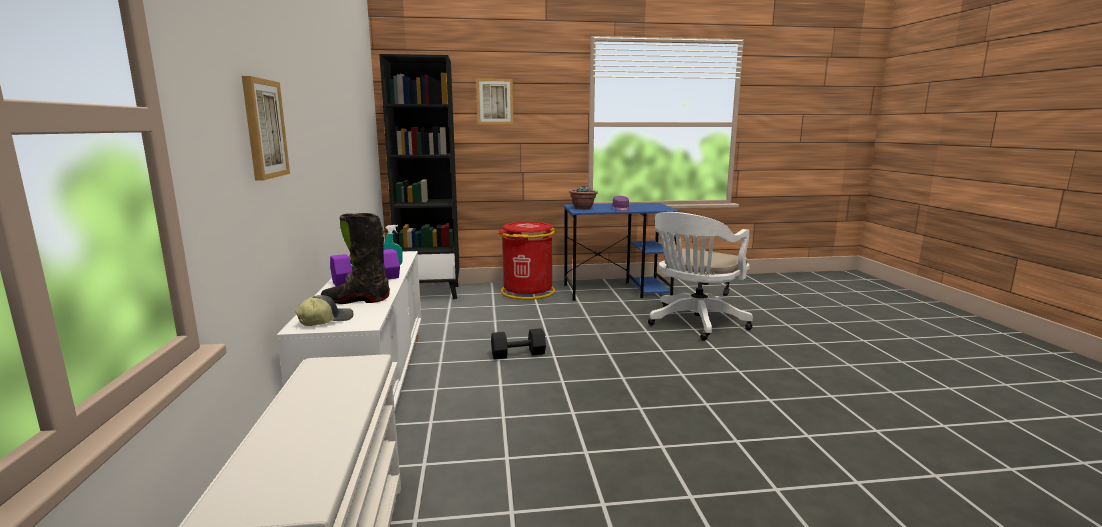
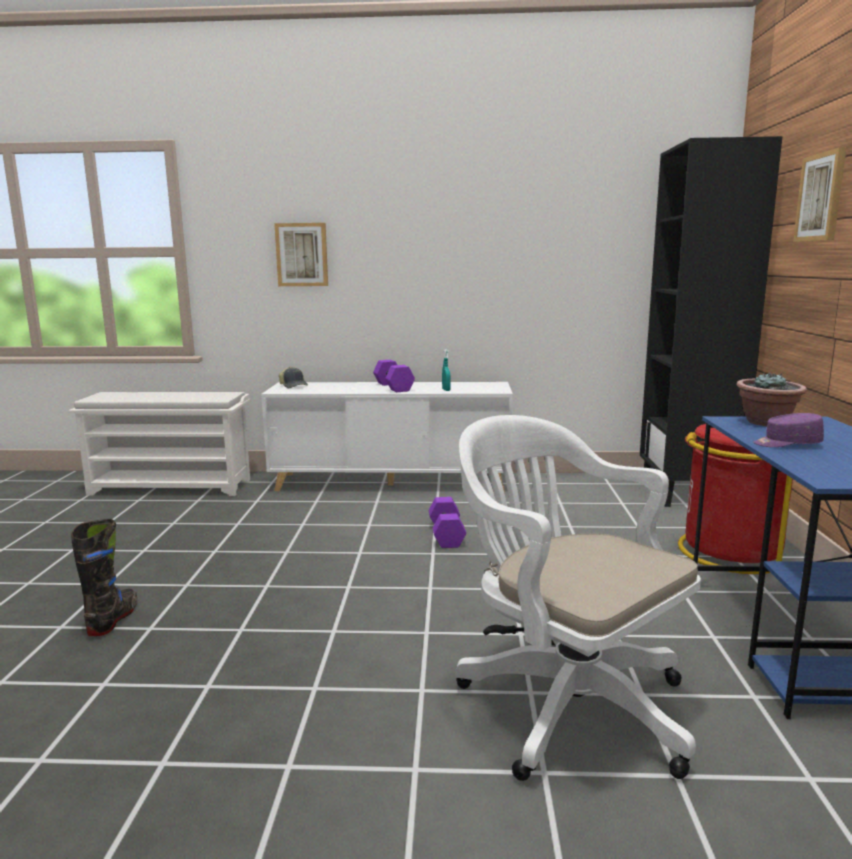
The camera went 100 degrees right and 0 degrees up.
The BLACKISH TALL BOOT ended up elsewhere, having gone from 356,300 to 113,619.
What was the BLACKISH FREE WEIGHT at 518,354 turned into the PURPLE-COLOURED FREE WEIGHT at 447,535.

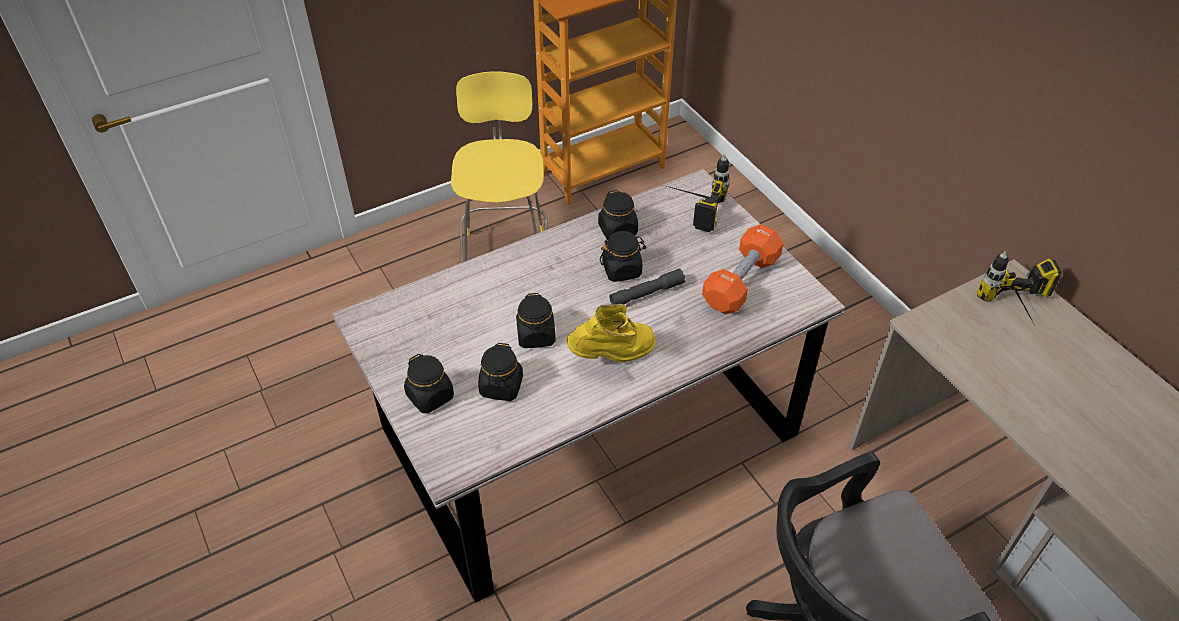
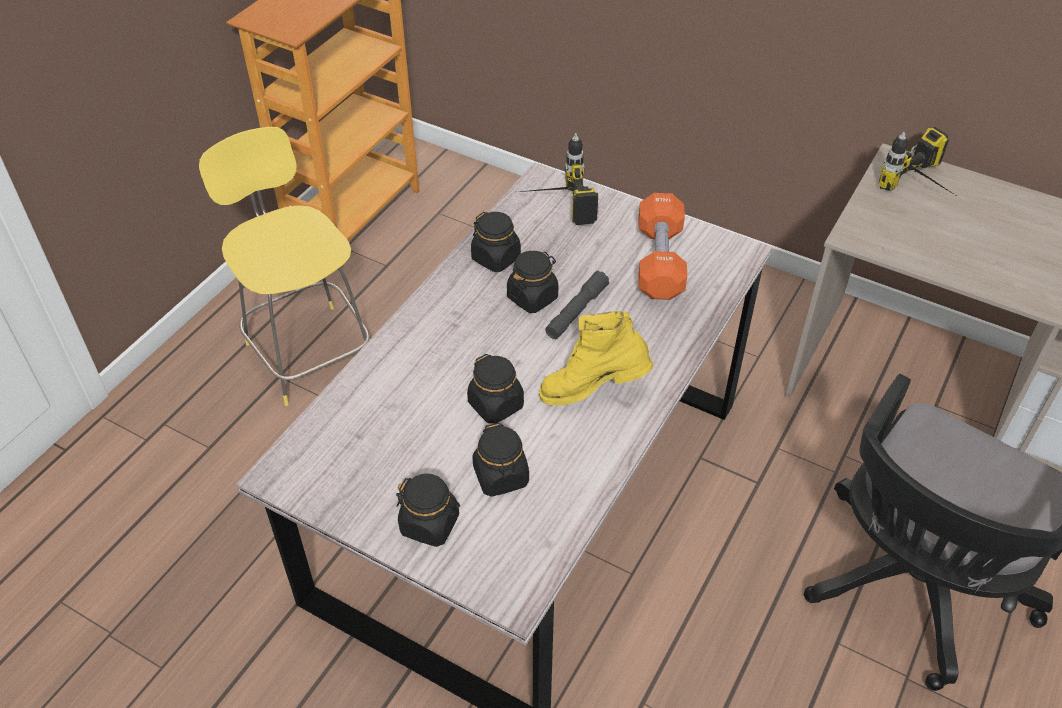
The camera went 30 degrees left and 0 degrees up.
The YELLOW TALL BOOT at 613,356 ended up facing another way, 135 degrees counterclockwise from before.

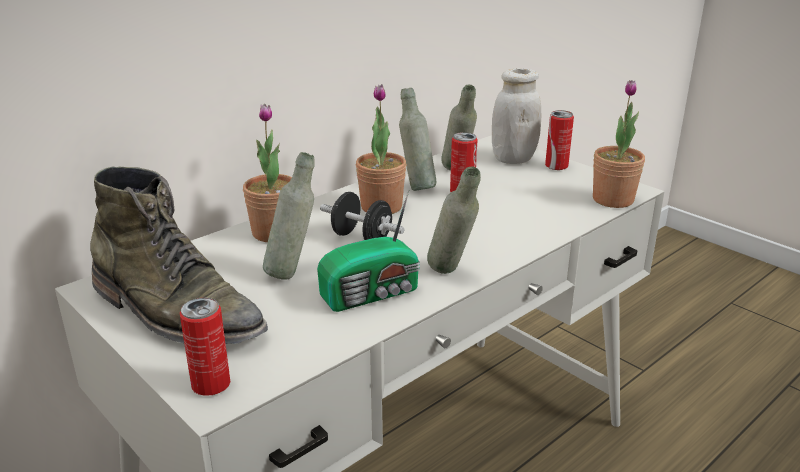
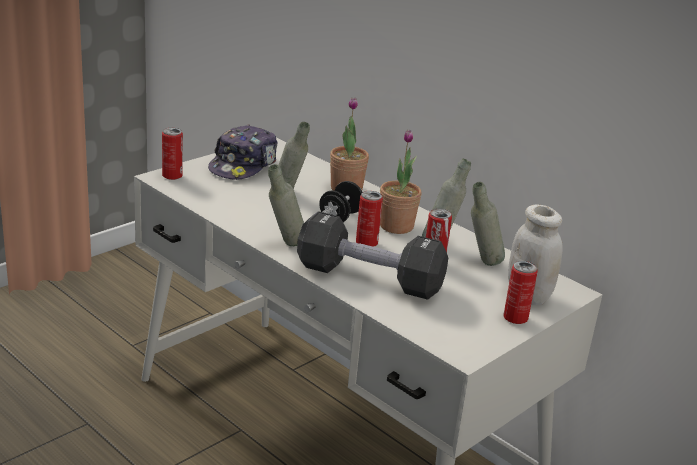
The camera went 85 degrees right and 0 degrees up.
The second view lost the RADIO at 373,294.
The second view lost the HOUSEPLANT at 613,200.
The second view gained the BLACKISH FREE WEIGHT at 369,278.
The second view gained the CAN at 366,243.
Where the GREEN-COLOURED TALL BOOT stood at 176,312, the CAP came to stand at 244,165.

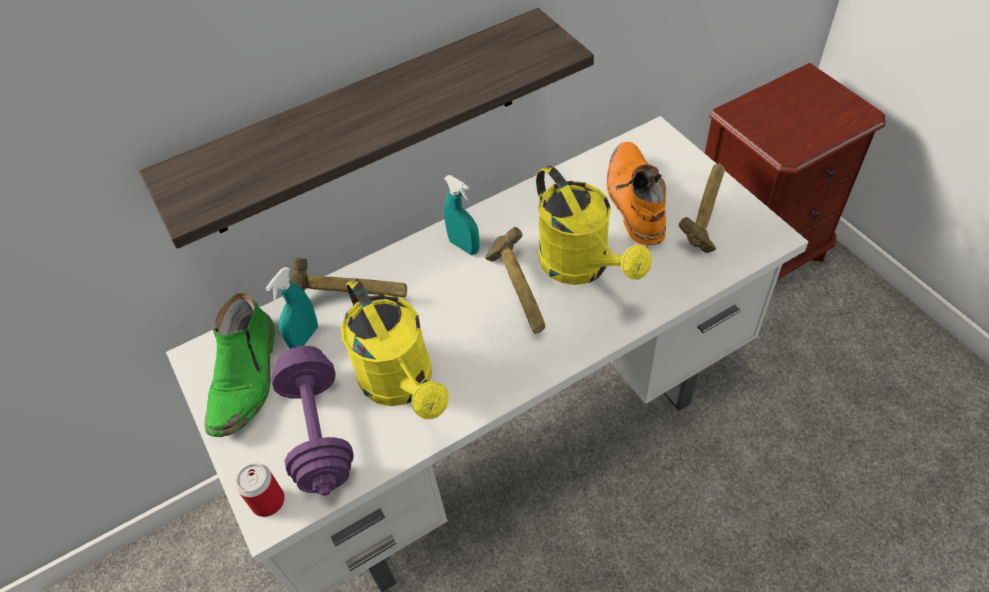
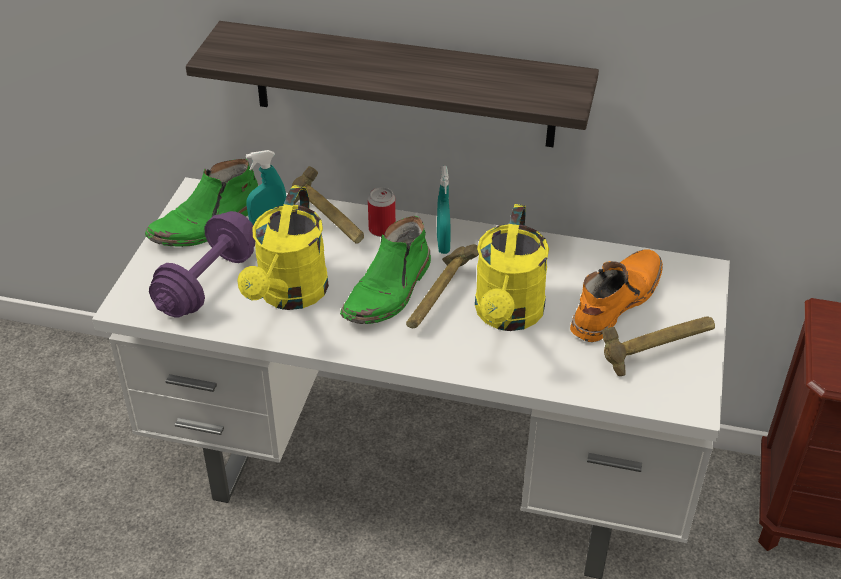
The camera went 40 degrees right and 10 degrees down.
The second view gained the GREEN-COLOURED TALL BOOT at 389,291.
The CAN ended up elsewhere, having gone from 268,501 to 382,229.

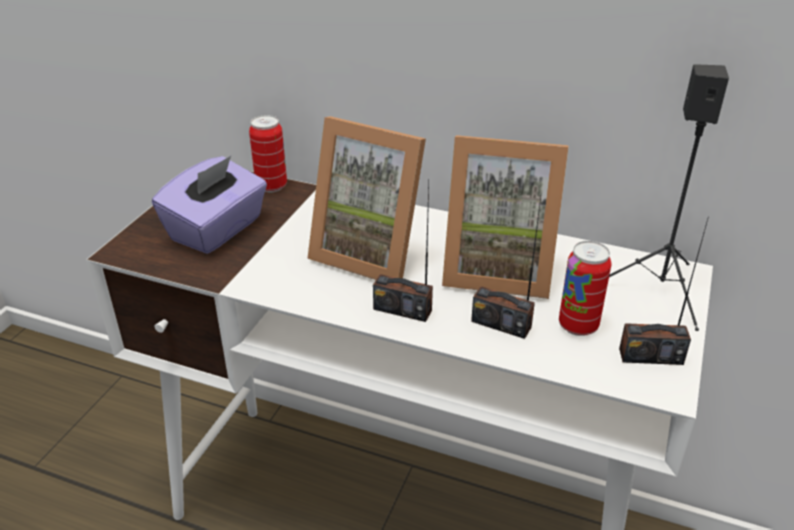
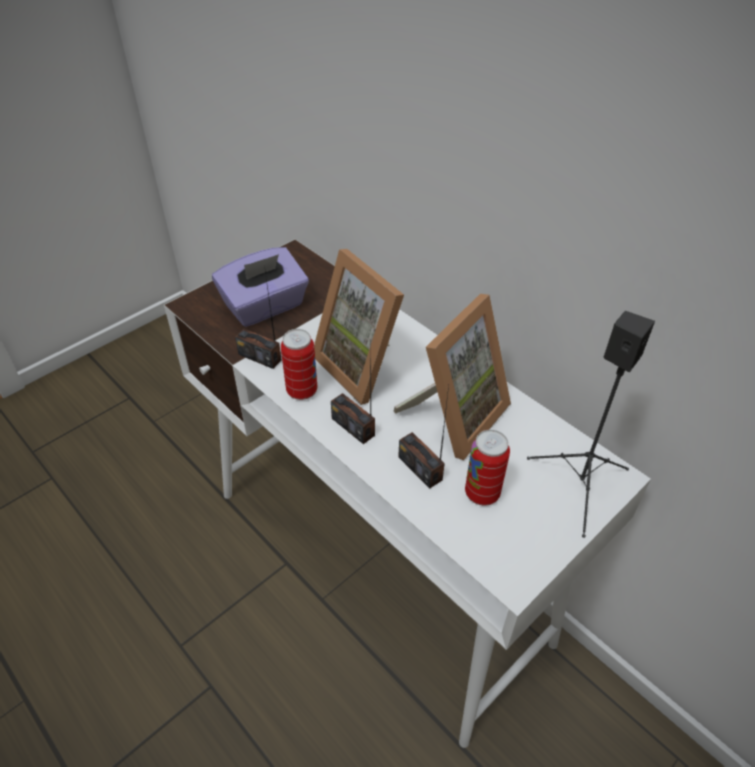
The camera went 25 degrees right and 10 degrees up.
The CAN ended up elsewhere, having gone from 271,186 to 302,391.
The RADIO ended up elsewhere, having gone from 650,356 to 260,357.
The PHOTO FRAME at 498,269 ended up facing another way, 90 degrees counterclockwise from before.

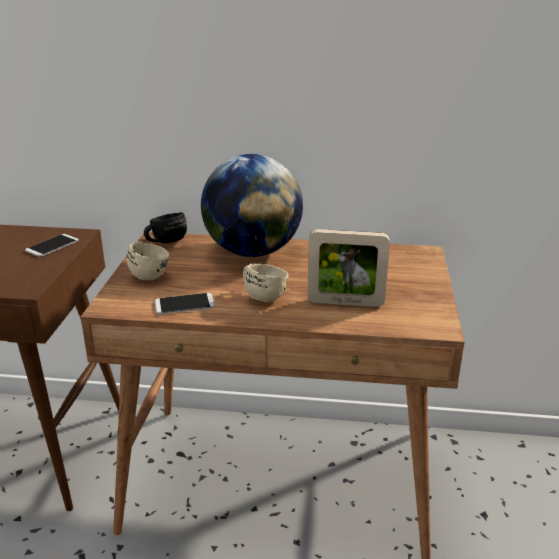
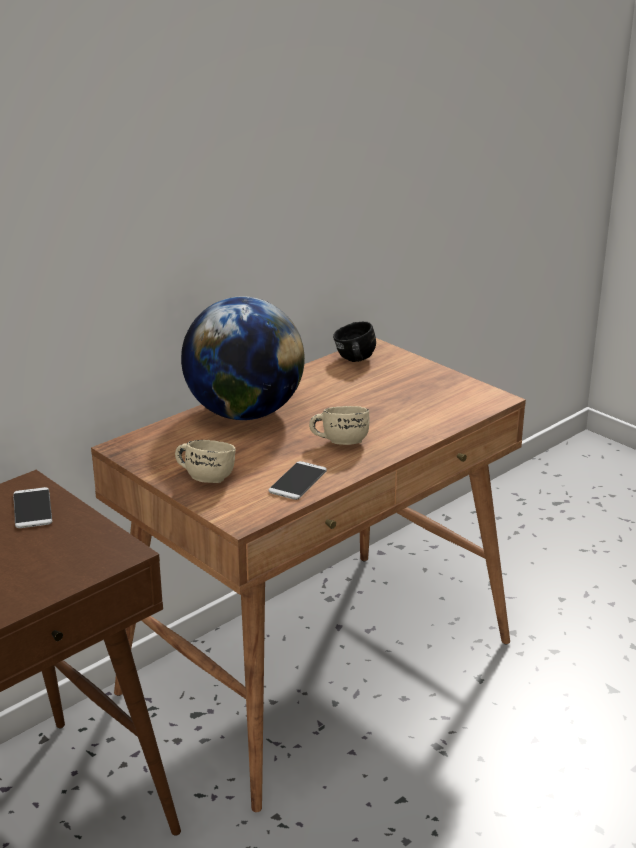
The camera went 50 degrees left and 0 degrees up.
The second view lost the PHOTO FRAME at 345,302.
The BLACKISH TEA MUG ended up elsewhere, having gone from 165,242 to 353,361.

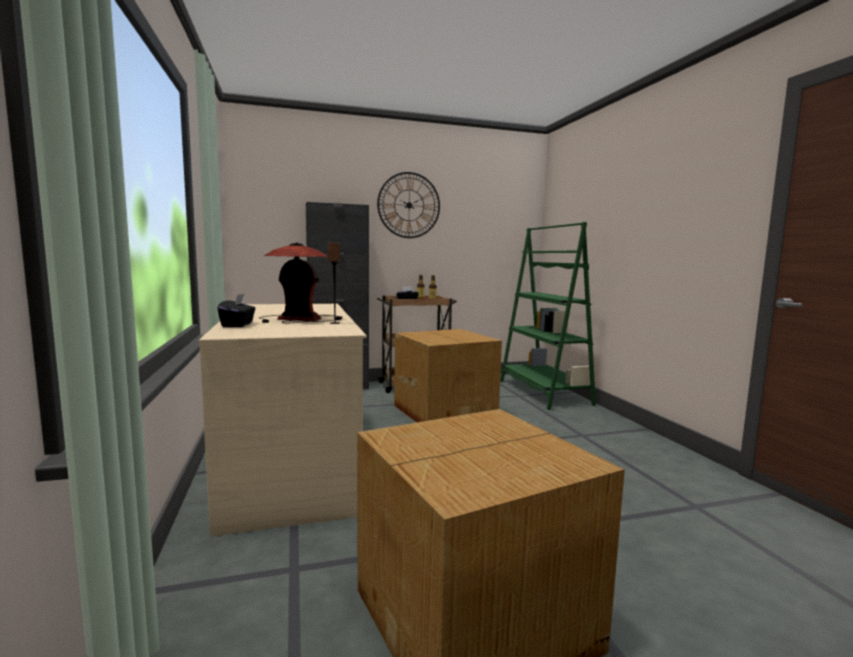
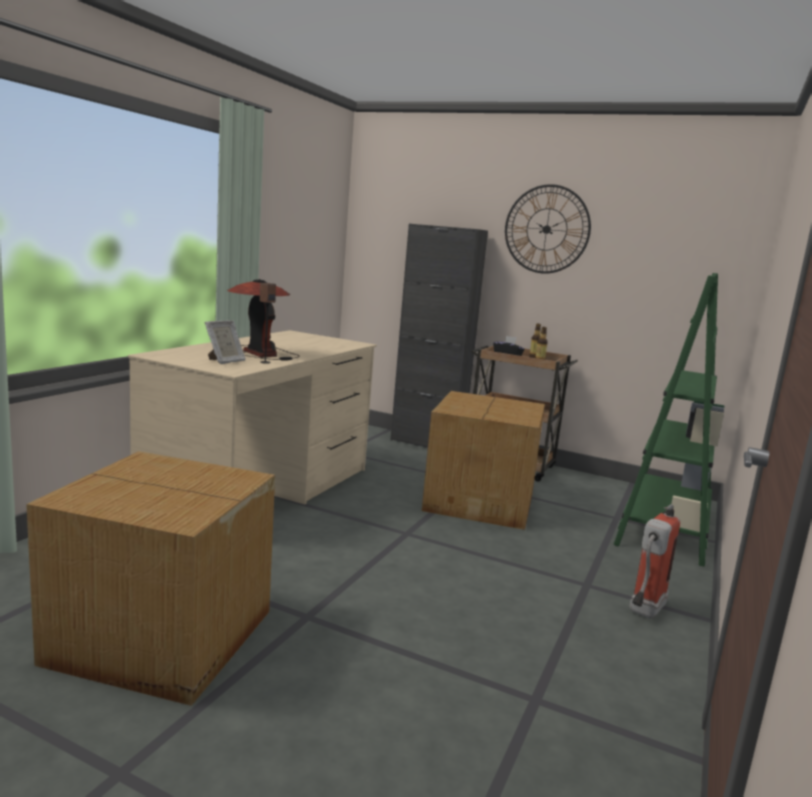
The camera went 40 degrees right and 5 degrees up.
The second view lost the BLACKISH BOX OF TISSUES at 238,325.
The second view gained the PHOTO FRAME at 225,361.
The second view gained the EXTINGUISHER at 644,612.

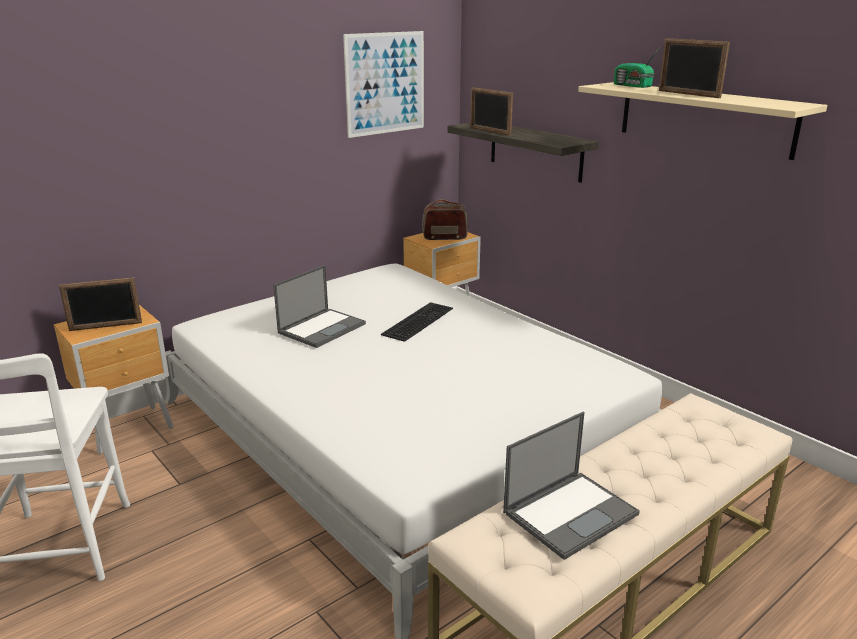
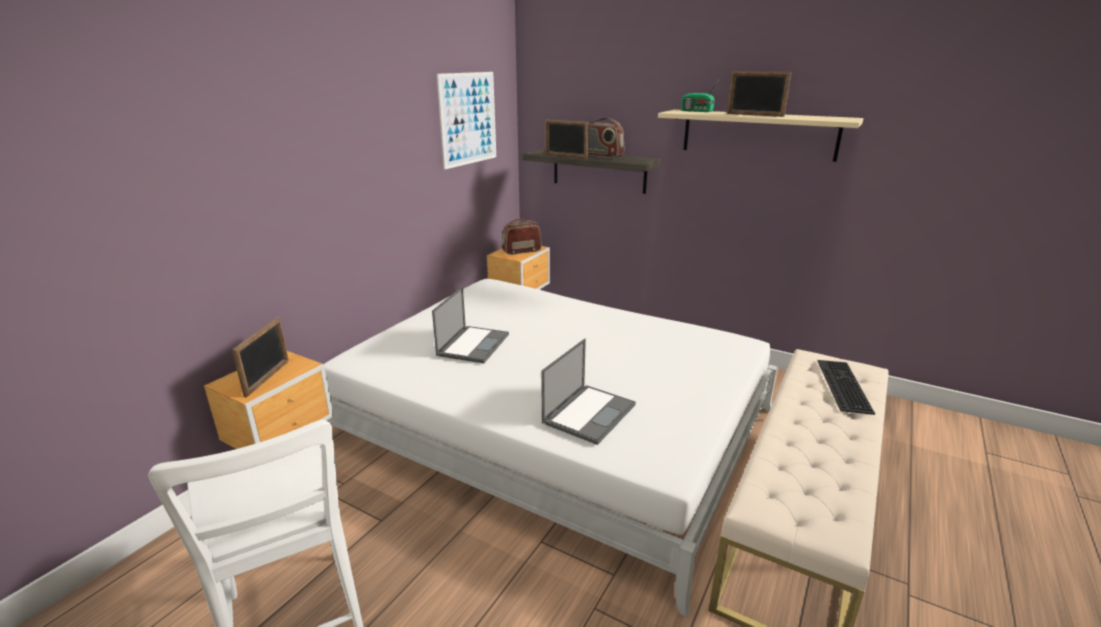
The camera went 20 degrees left and 0 degrees up.
The second view gained the RADIO at 602,155.
The KEYBOARD ended up elsewhere, having gone from 417,320 to 841,384.
The PORTABLE COMPUTER ended up elsewhere, having gone from 571,512 to 589,413.
The PHOTO FRAME at 106,326 ended up facing another way, 45 degrees counterclockwise from before.

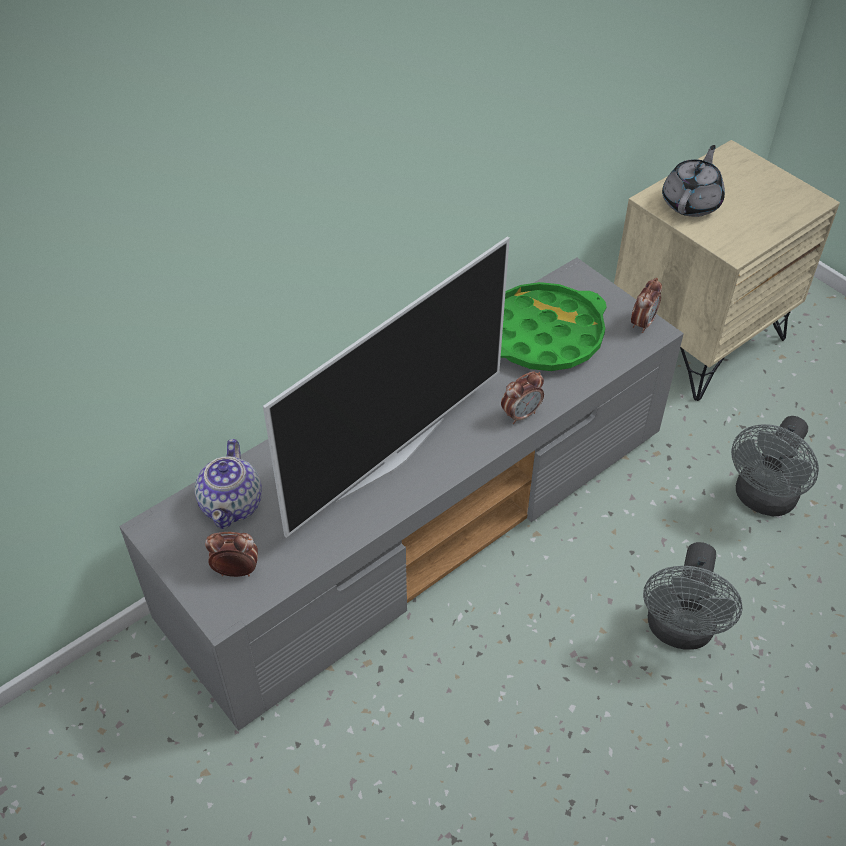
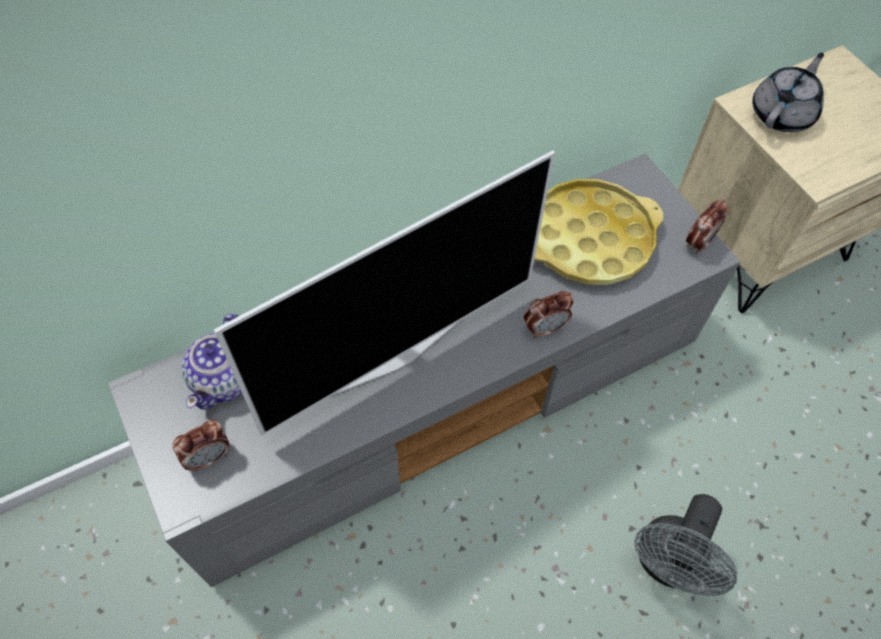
The camera went 10 degrees right and 10 degrees up.
The second view lost the GREYISH COOLING FAN at 762,500.
What was the GREEN-COLOURED TRAY at 543,335 turned into the YELLOW TRAY at 589,239.
The BEDSIDE CLOCK at 236,571 ended up facing another way, 135 degrees clockwise from before.

